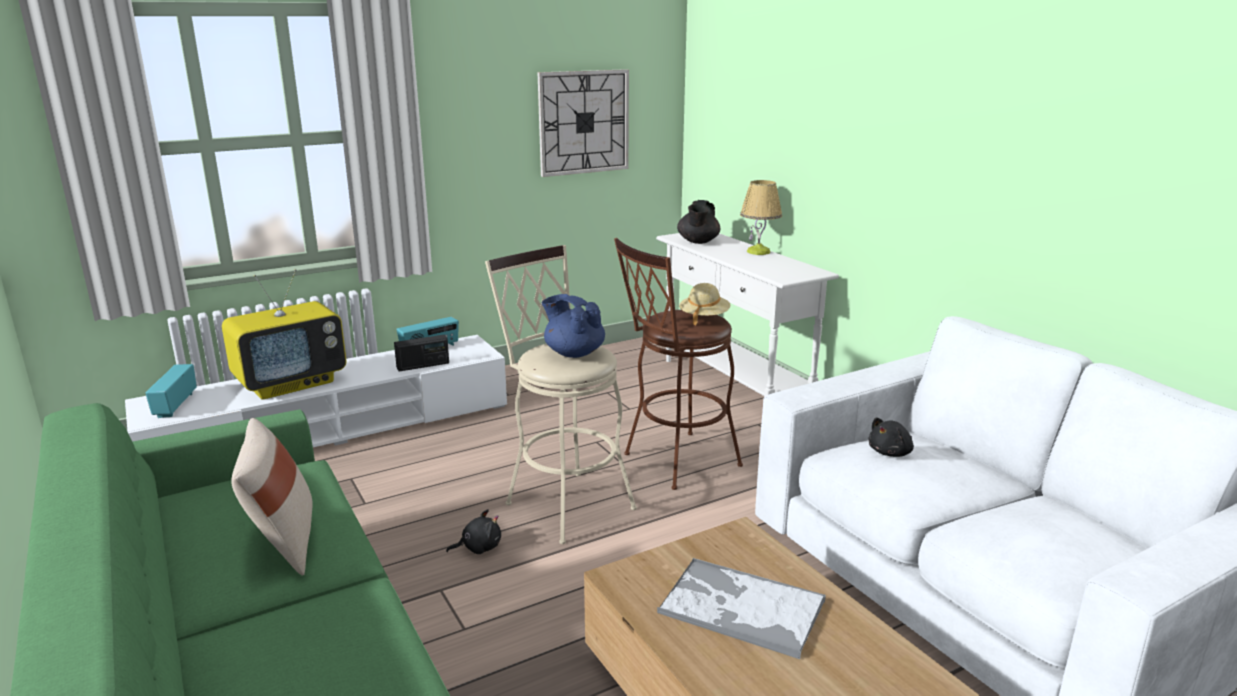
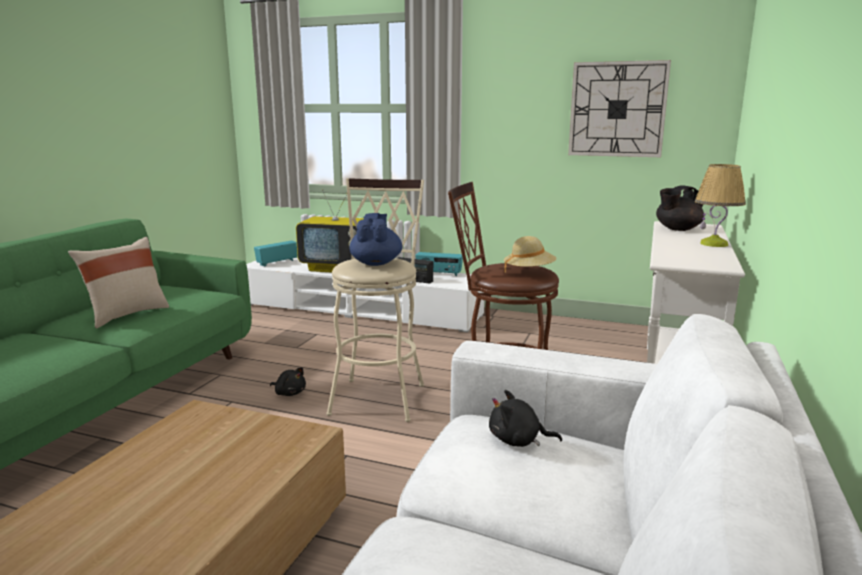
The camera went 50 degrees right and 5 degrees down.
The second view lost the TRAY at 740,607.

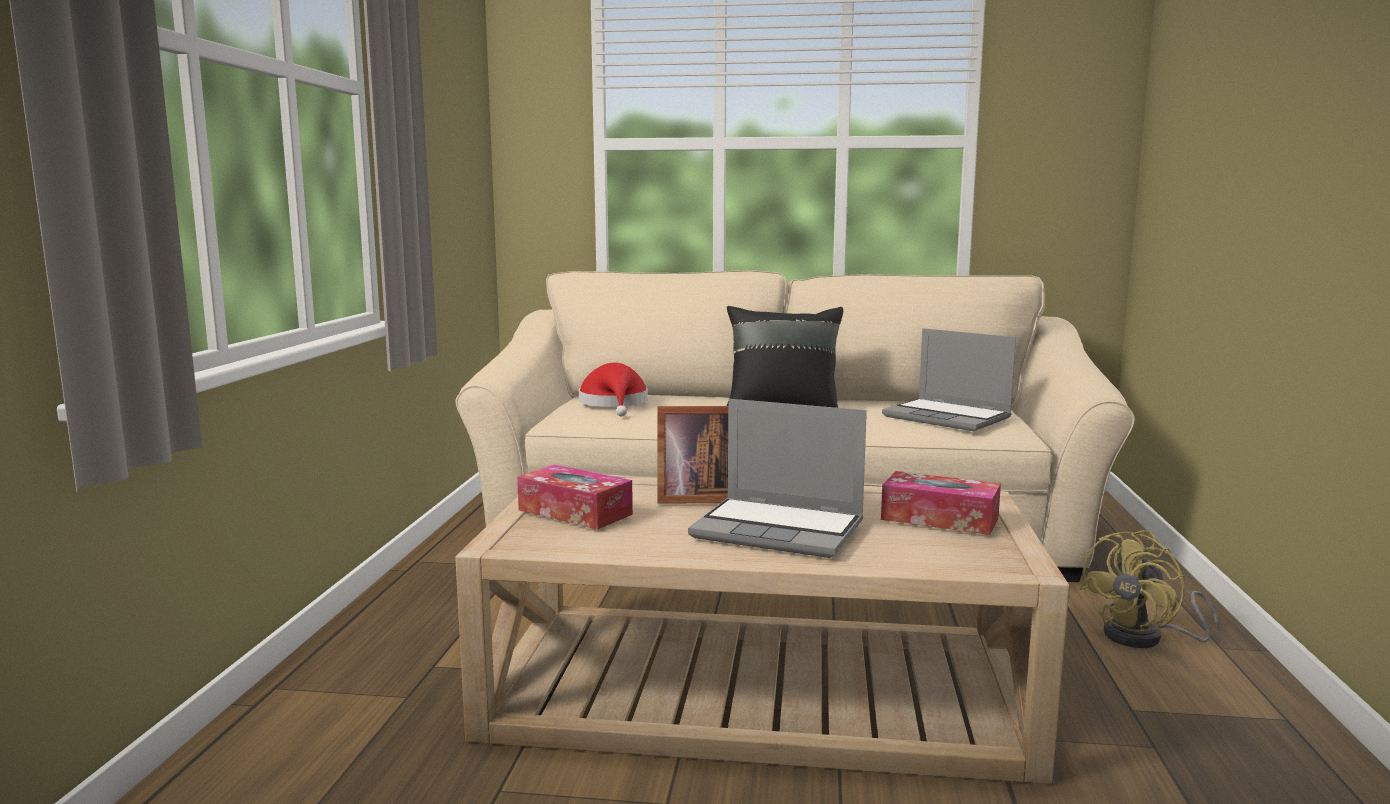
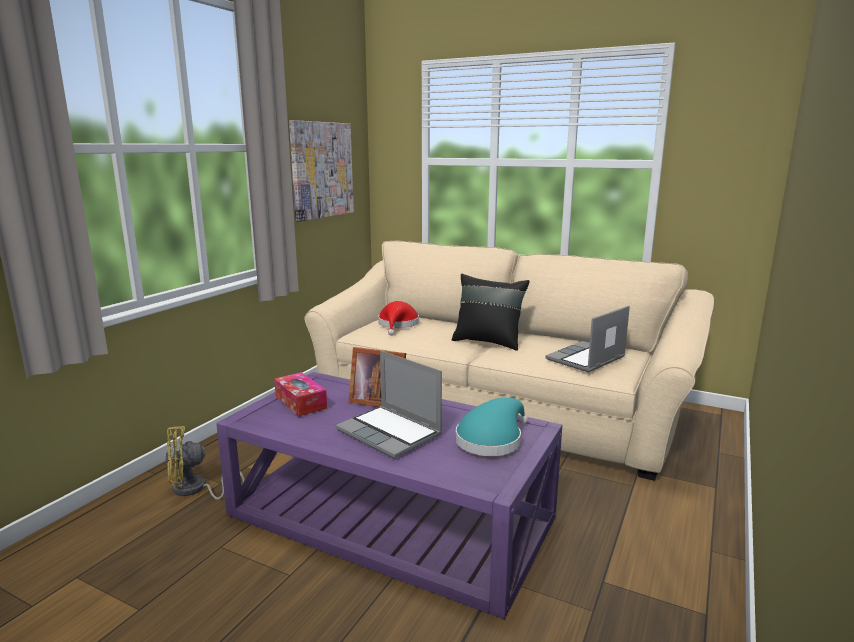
The camera went 20 degrees right and 5 degrees up.
The second view gained the WALL ART at 321,170.
The YELLOW COOLING FAN ended up elsewhere, having gone from 1145,638 to 195,490.
Where the BOX OF TISSUES stood at 939,518, the TURQUOISE-COLOURED WEARABLE HAT came to stand at 491,440.
What was the SAND-COLOURED COFFEE TABLE at 757,688 turned into the PURPLE-COLOURED COFFEE TABLE at 391,515.
The PORTABLE COMPUTER at 948,417 ended up facing another way, 75 degrees clockwise from before.

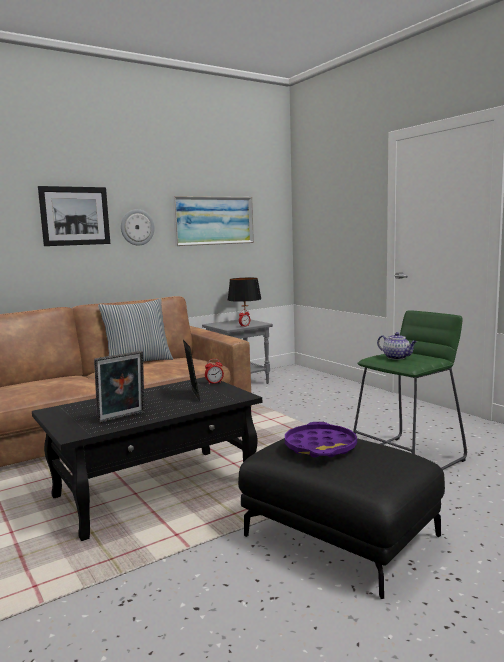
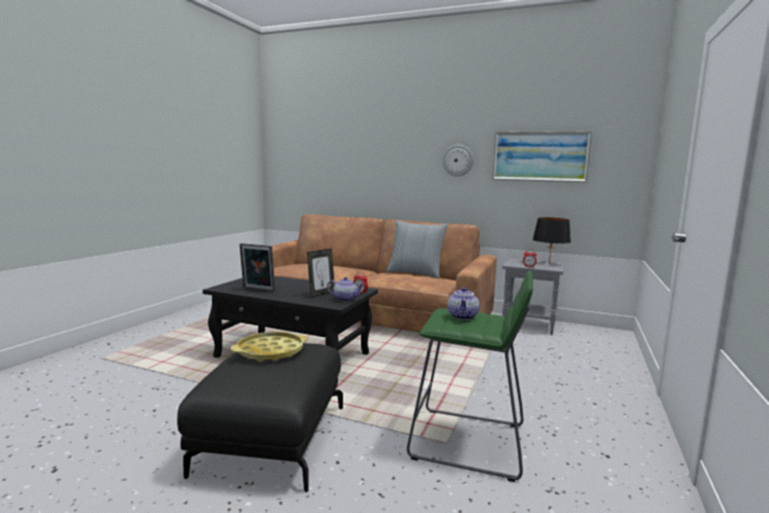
The camera went 55 degrees right and 0 degrees up.
The second view lost the WALL ART at 75,216.
The second view gained the TEAPOT at 345,299.
What was the PURPLE-COLOURED TRAY at 320,447 turned into the YELLOW TRAY at 270,352.

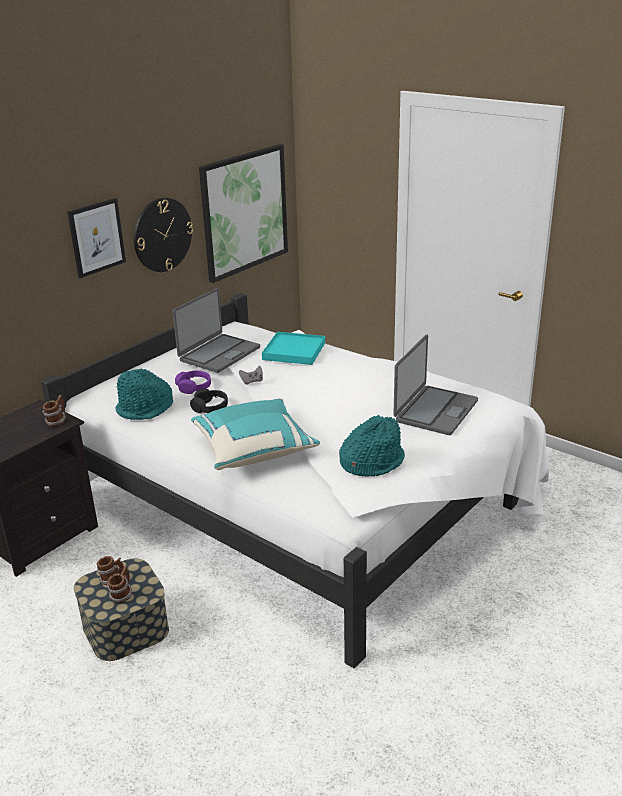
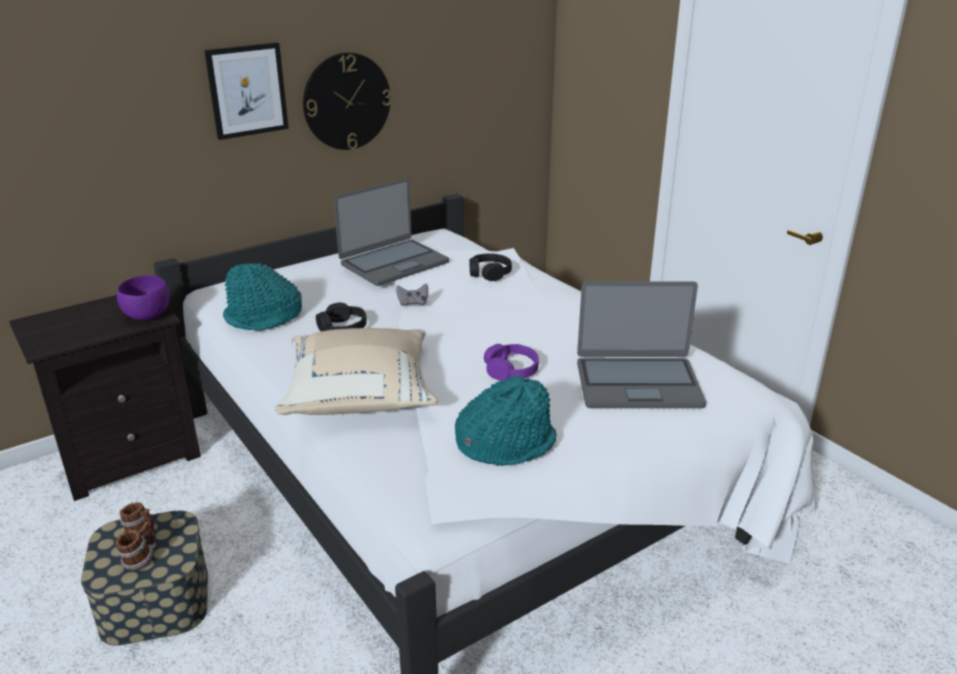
The camera went 15 degrees right and 0 degrees up.
The second view lost the WALL ART at 244,212.
The PURPLE-COLOURED PAIR OF HEADPHONES ended up elsewhere, having gone from 194,387 to 511,370.
Where the TEA MUG stood at 56,421, the PURPLE-COLOURED BOWL came to stand at 149,316.
Where the TURQUOISE-COLOURED TRAY stood at 294,351, the BLACKISH PAIR OF HEADPHONES came to stand at 489,273.
What was the TURQUOISE-COLOURED THROW PILLOW at 254,450 turned into the SAND-COLOURED THROW PILLOW at 360,395.
The PORTABLE COMPUTER at 435,411 ended up facing another way, 45 degrees clockwise from before.

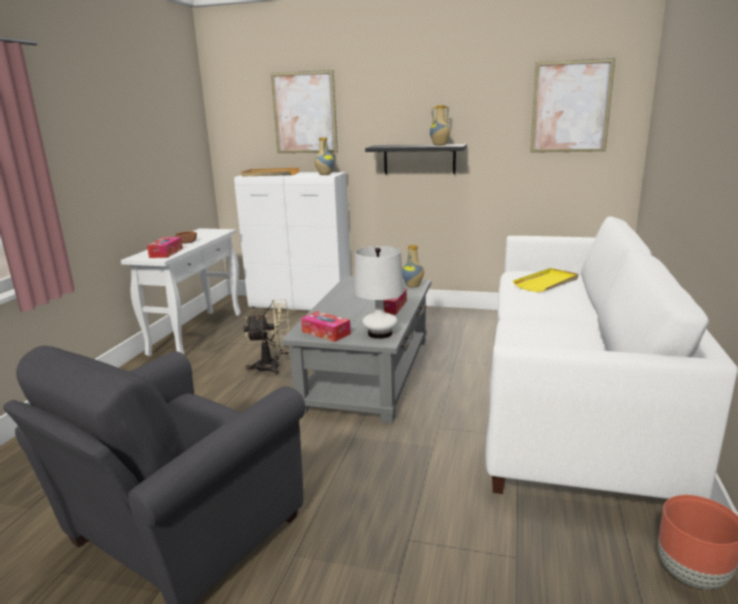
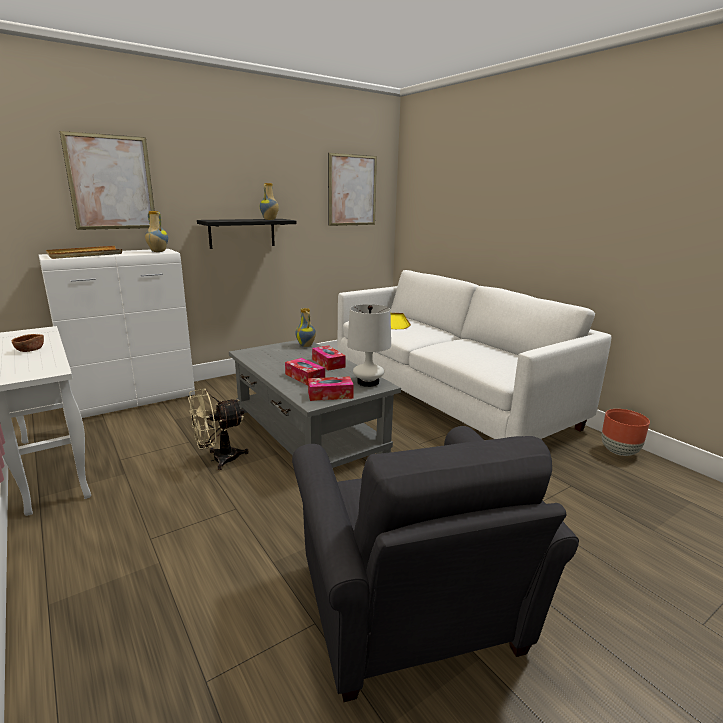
The camera went 50 degrees left and 0 degrees up.
The BOX OF TISSUES ended up elsewhere, having gone from 166,253 to 305,377.
The SAND-COLOURED COOLING FAN at 274,367 ended up facing another way, 150 degrees counterclockwise from before.

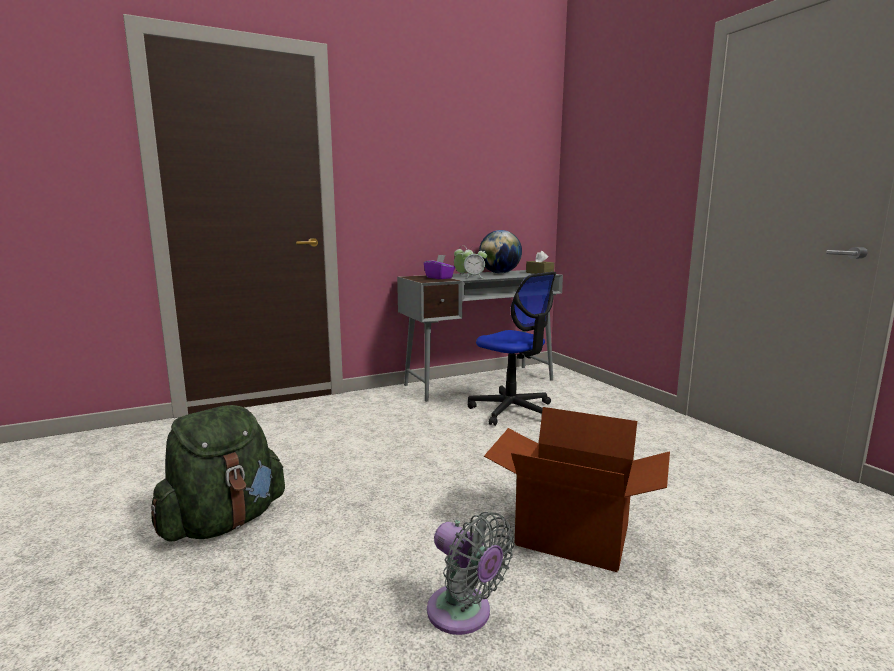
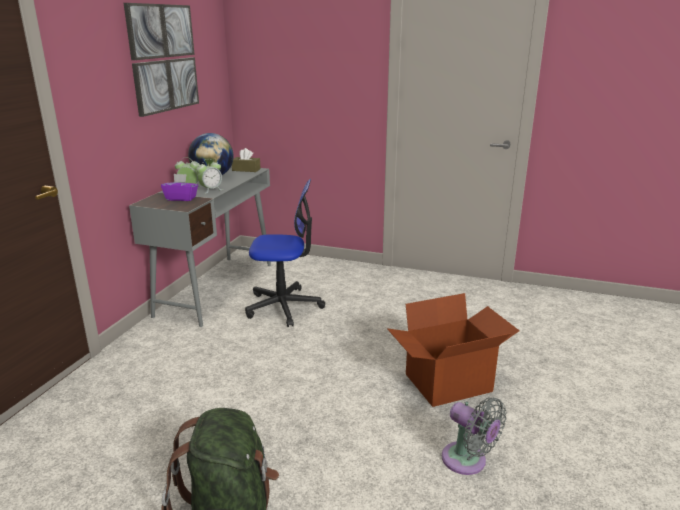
The camera went 45 degrees left and 10 degrees up.
The second view gained the WALL ART at 163,58.
The GREYISH COOLING FAN at 464,614 ended up facing another way, 45 degrees clockwise from before.

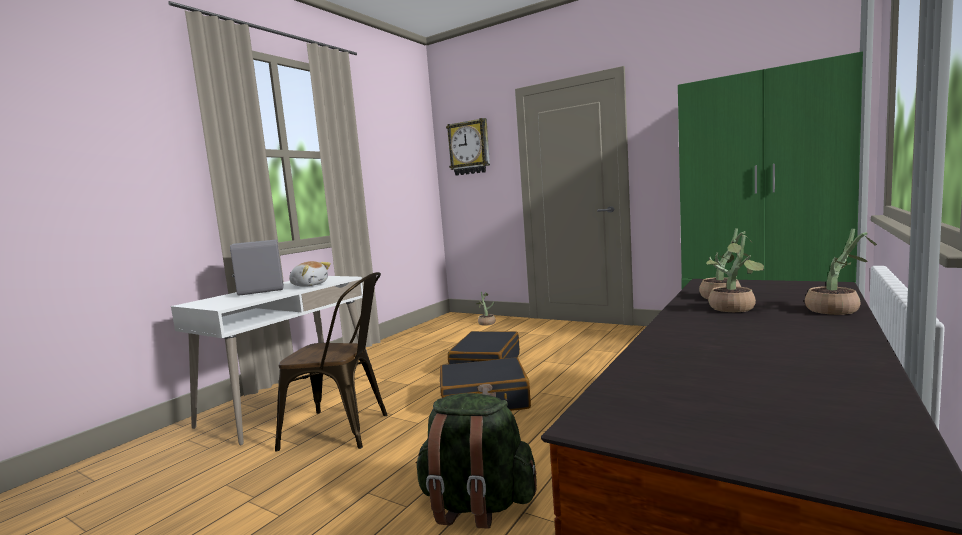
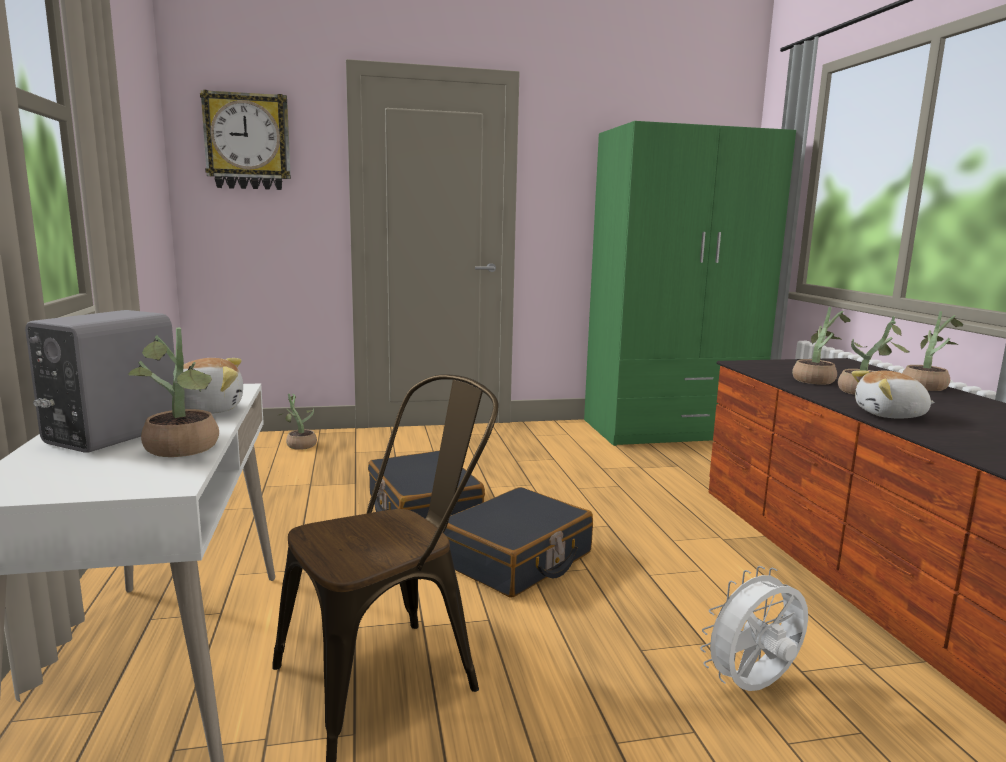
The camera went 45 degrees left and 5 degrees up.
The second view gained the HOUSEPLANT at 182,450.
The second view gained the PLUSH TOY at 890,415.
Where the GREEN-COLOURED KNAPSACK stood at 476,505, the WHITE COOLING FAN came to stand at 753,688.

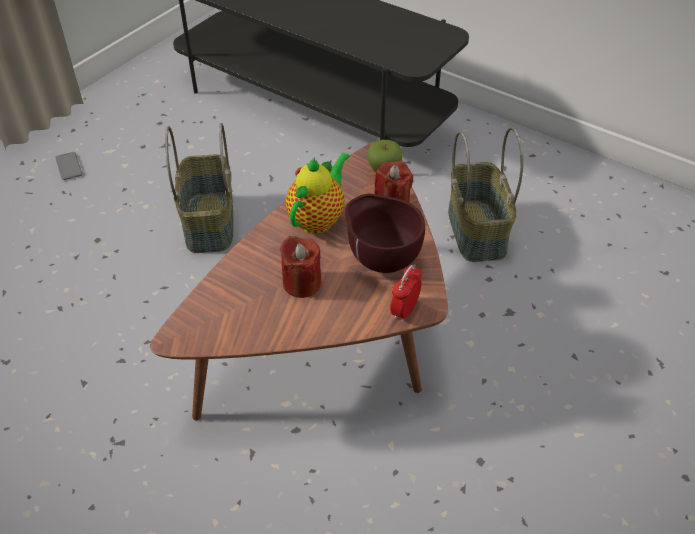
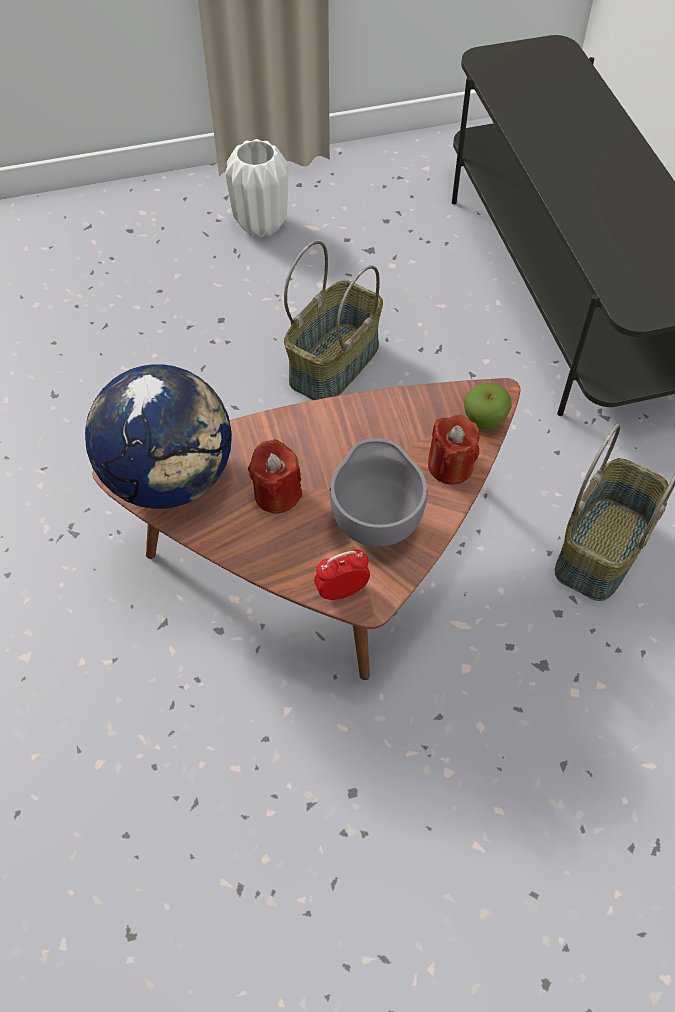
The camera went 40 degrees right and 10 degrees up.
The second view lost the TEAPOT at 318,219.
The second view gained the DESK GLOBE at 170,478.
Where the HANDSET stood at 69,166, the WHITE FLOWER VASE came to stand at 262,225.
What was the BROWNISH BOWL at 381,260 turned into the GREYISH BOWL at 376,521.

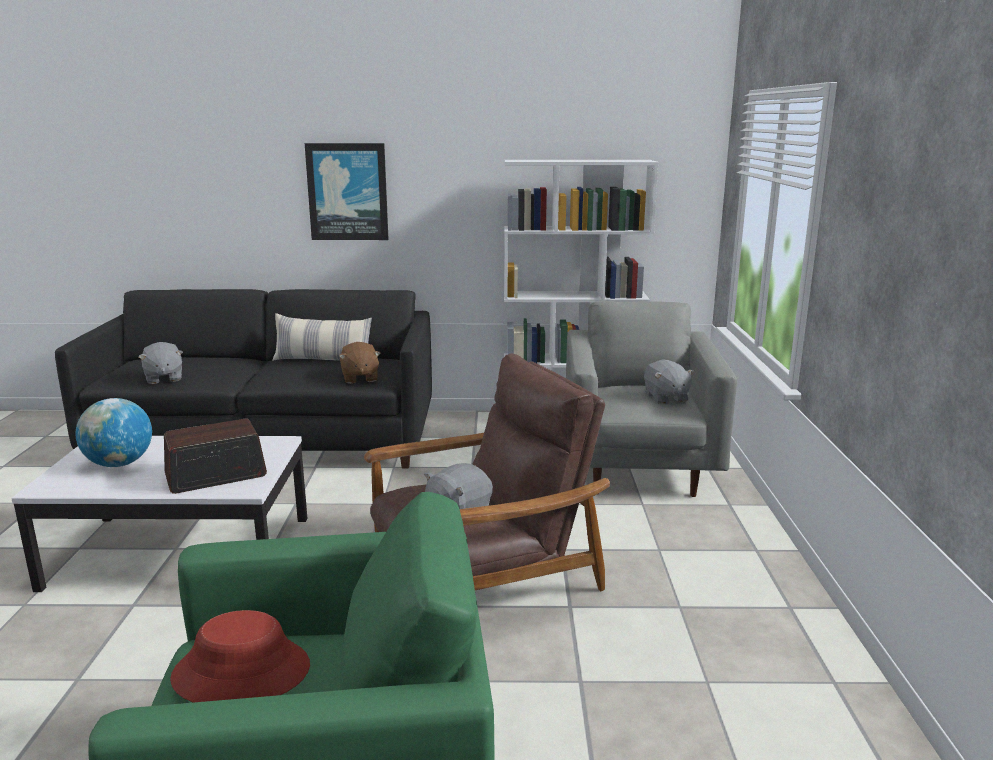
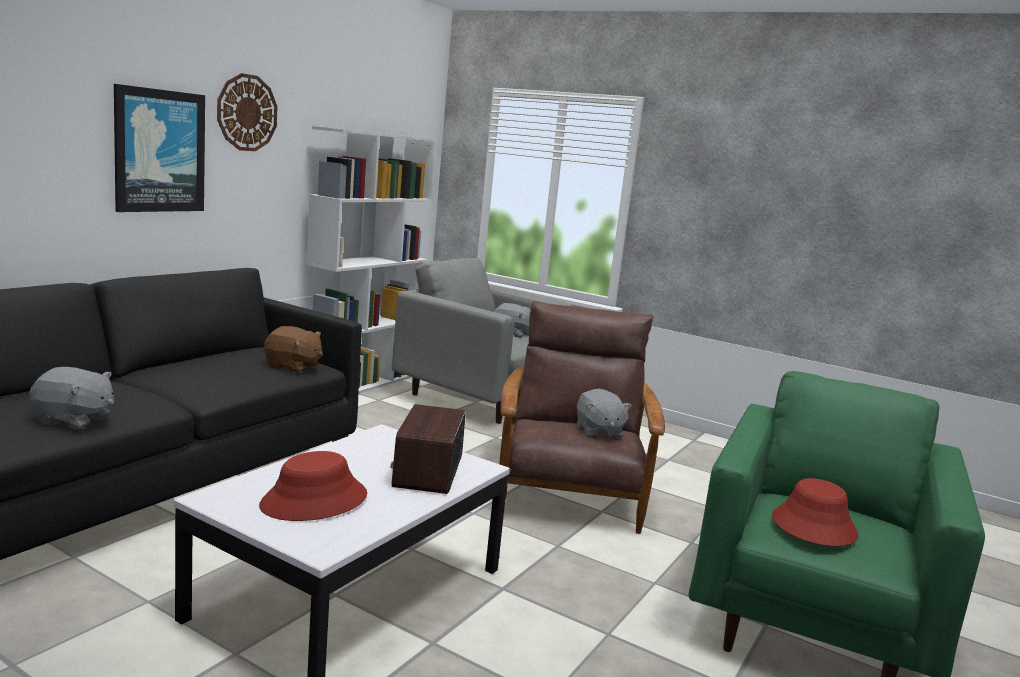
The camera went 60 degrees left and 5 degrees down.
The second view lost the THROW PILLOW at 323,360.
The second view gained the WALL CLOCK at 247,113.
Where the DESK GLOBE stood at 119,464, the RED WEARABLE HAT came to stand at 314,501.

